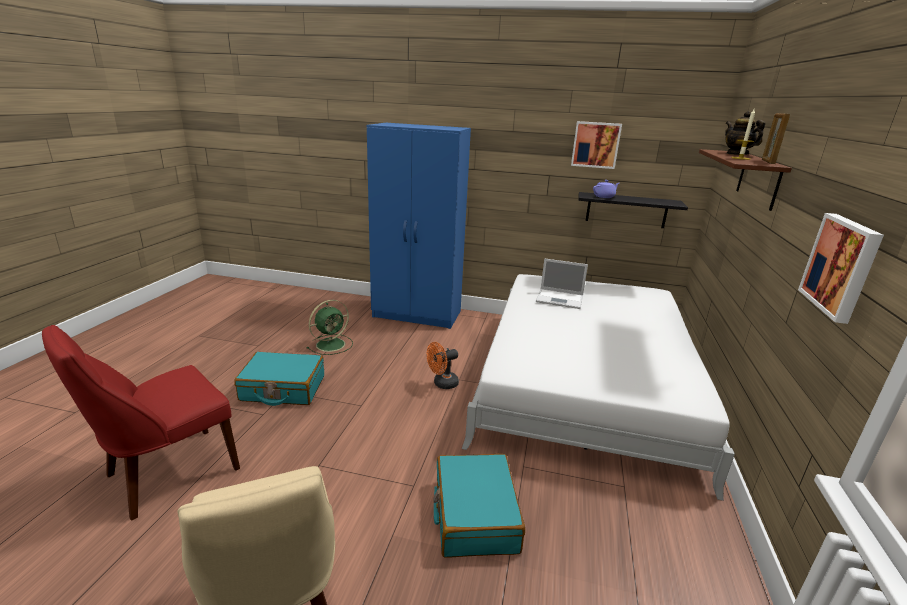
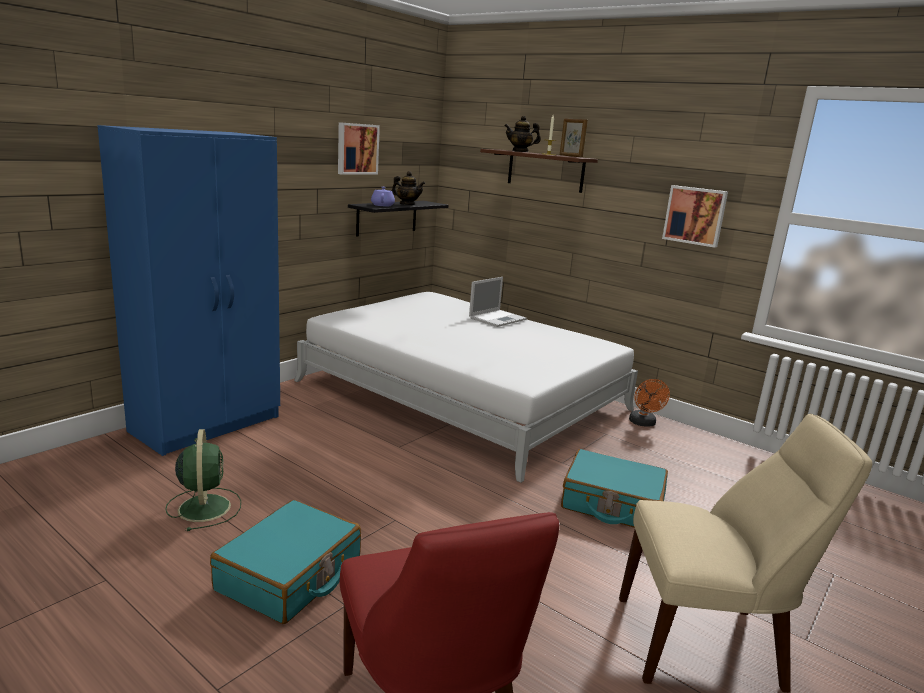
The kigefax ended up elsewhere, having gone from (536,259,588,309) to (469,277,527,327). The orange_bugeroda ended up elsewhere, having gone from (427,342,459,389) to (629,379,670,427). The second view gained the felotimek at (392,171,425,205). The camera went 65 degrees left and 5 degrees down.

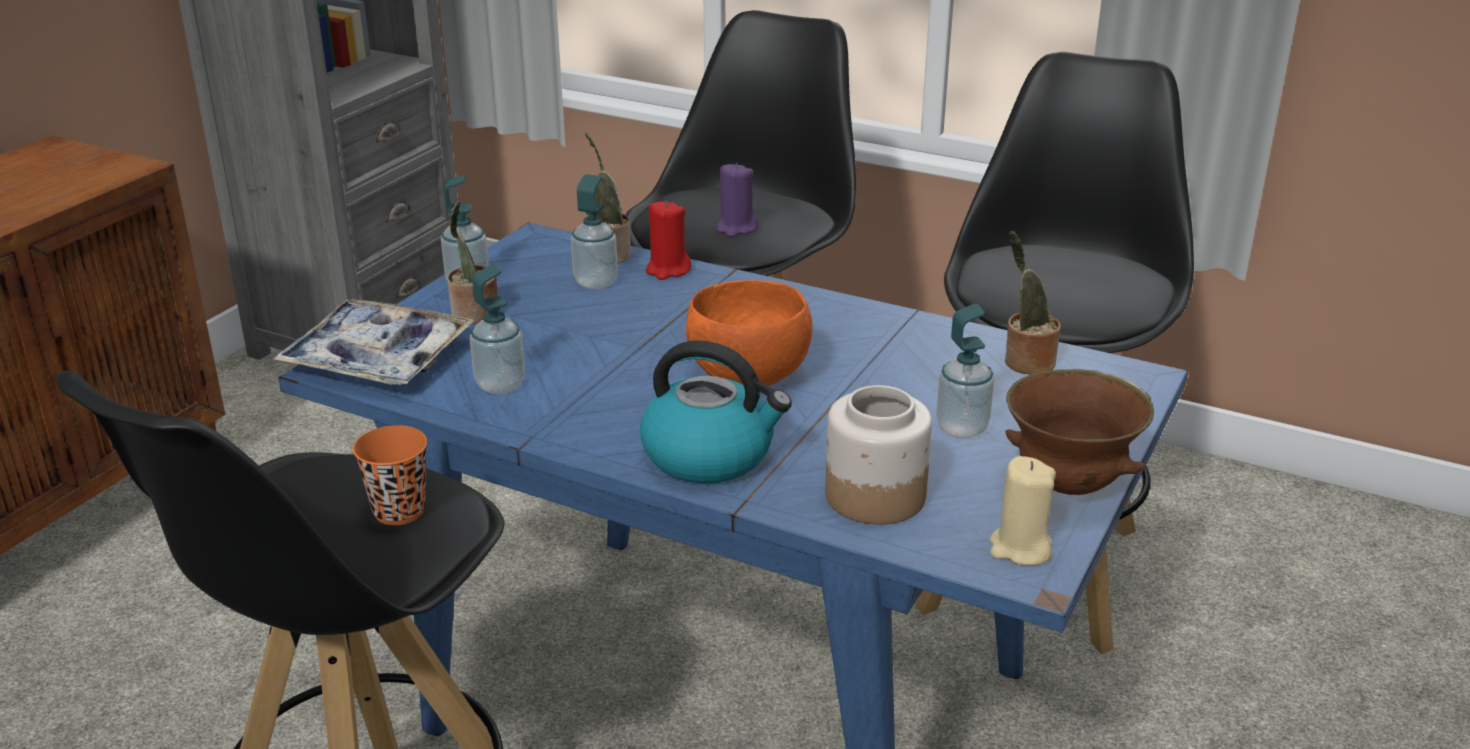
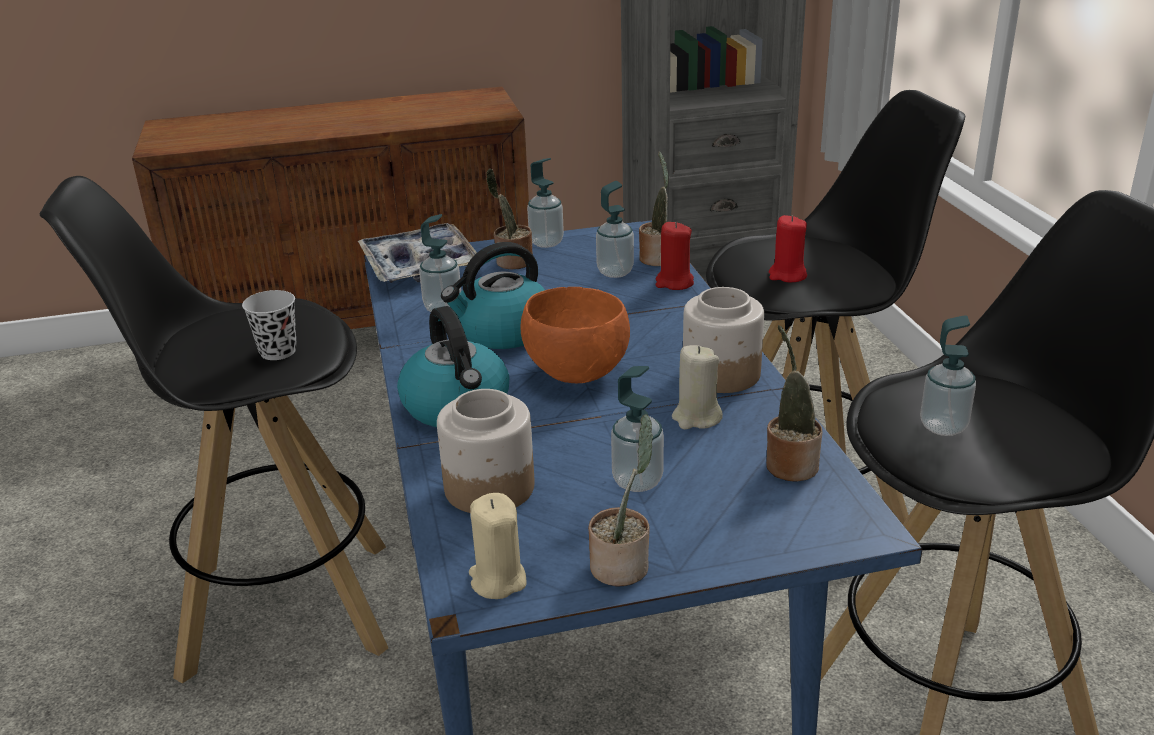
What was the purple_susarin at (716,162,758,237) turned into the red_susarin at (768,215,807,282). Where the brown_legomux stood at (1005,369,1154,495), the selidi came to stand at (588,414,653,586). What was the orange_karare at (353,425,427,525) turned into the black_karare at (242,290,297,360). The second view gained the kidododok at (441,242,545,349). The second view gained the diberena at (683,287,764,393). The second view gained the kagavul at (920,315,976,436). The second view gained the beige_susarin at (672,345,723,430). The camera went 50 degrees right and 0 degrees up.

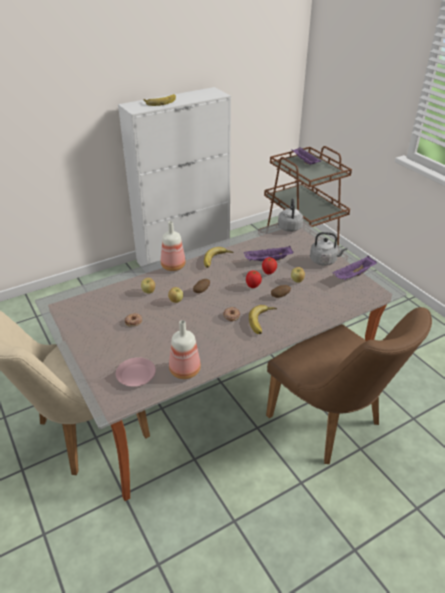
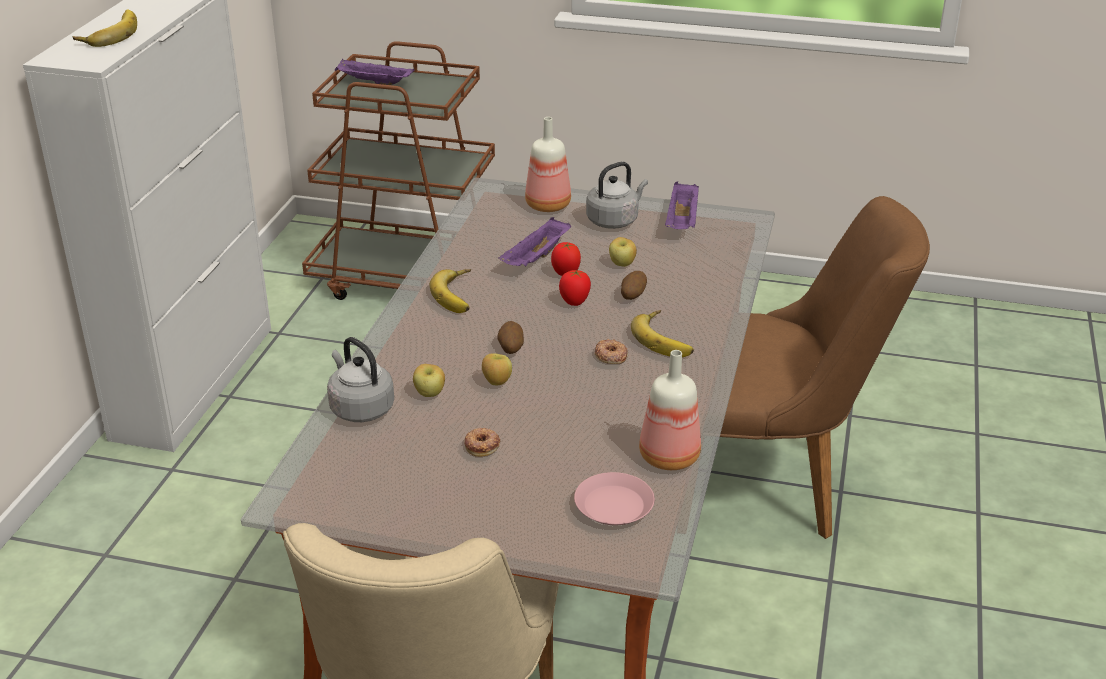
The grey_kidododok ended up elsewhere, having gone from (278,198,303,232) to (327,337,394,422). The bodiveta ended up elsewhere, having gone from (161,221,186,271) to (525,117,571,212). The camera went 45 degrees left and 5 degrees down.

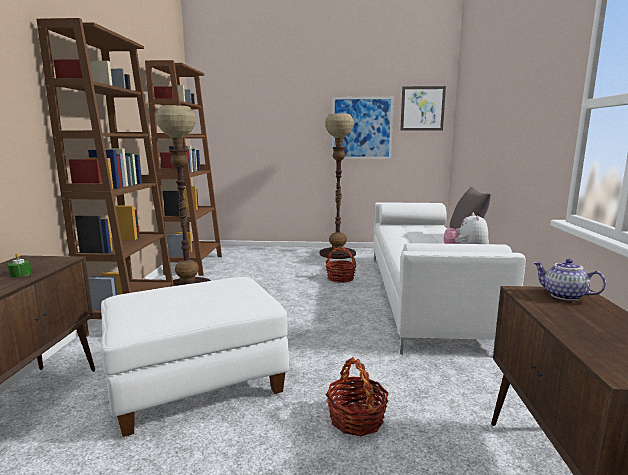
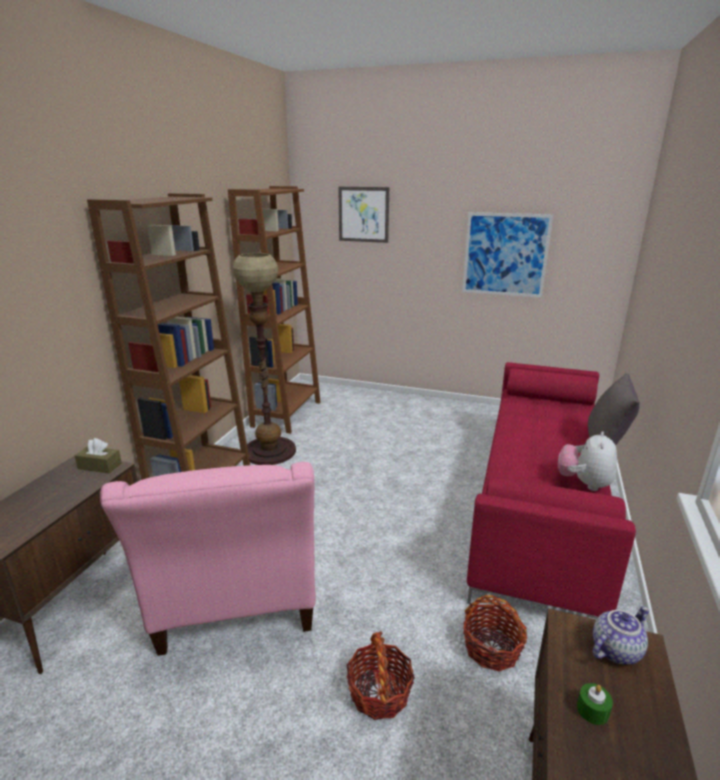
The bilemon ended up elsewhere, having gone from (400,86,446,130) to (338,187,389,243). The second view lost the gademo at (319,113,356,259). What was the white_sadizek at (373,202,526,354) turned into the red_sadizek at (467,362,636,619). The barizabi ended up elsewhere, having gone from (326,247,356,283) to (463,595,527,672). The green_susarin ended up elsewhere, having gone from (7,253,32,277) to (577,683,613,725). The felotimek at (533,259,606,301) ended up facing another way, 90 degrees clockwise from before. Where the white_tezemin stood at (101,277,289,437), the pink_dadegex came to stand at (100,462,316,656). The second view gained the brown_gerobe at (74,438,122,473). The camera went 15 degrees right and 10 degrees up.

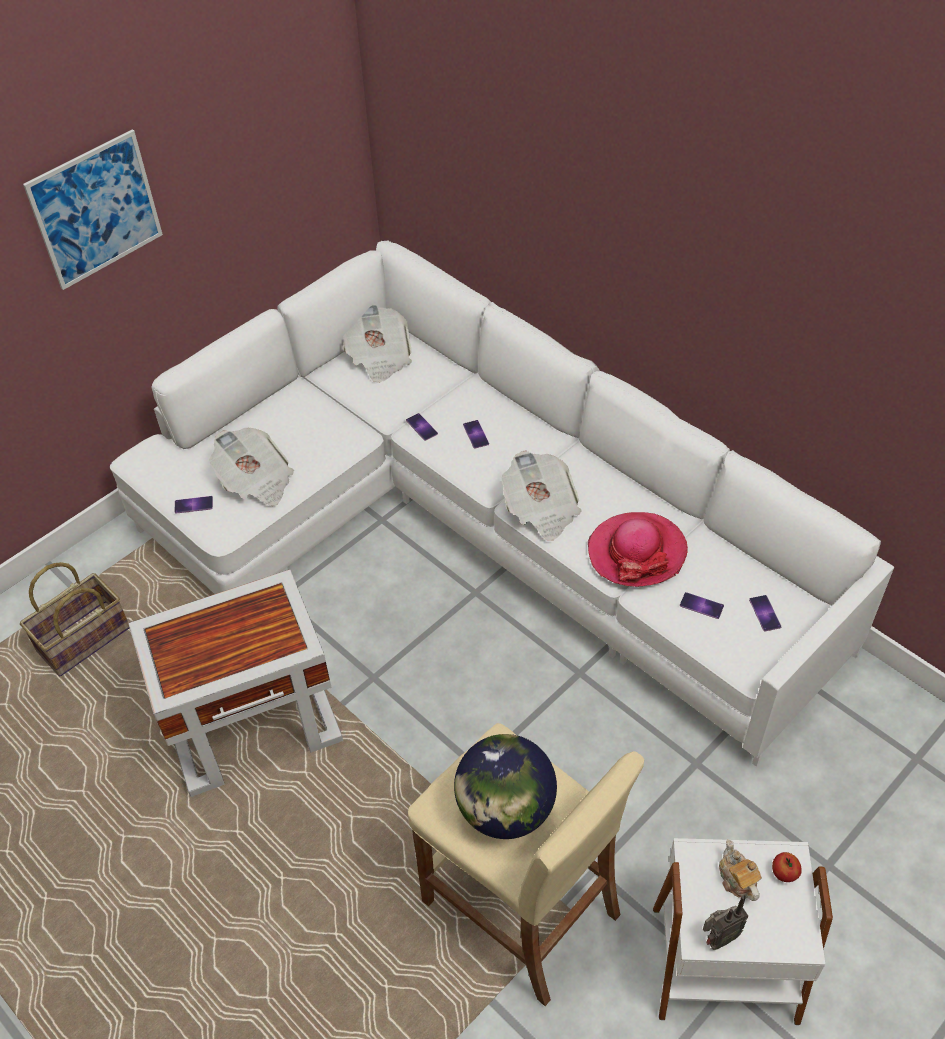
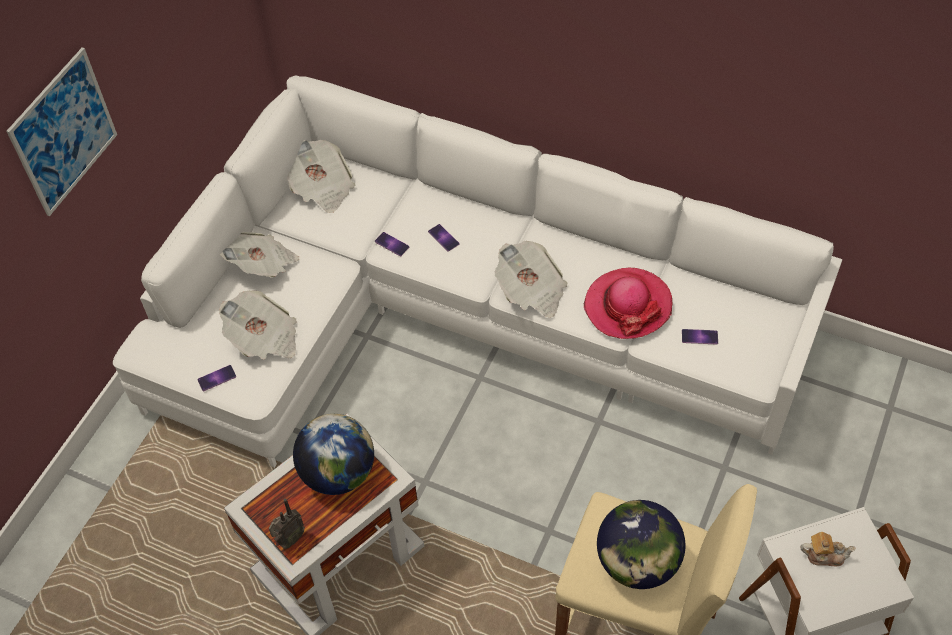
The second view lost the barizabi at (20,562,129,676). The second view lost the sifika at (749,595,781,631). The felotimek at (719,839,762,901) ended up facing another way, 135 degrees clockwise from before. The second view lost the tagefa at (772,852,801,882). The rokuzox ended up elsewhere, having gone from (703,895,748,950) to (269,498,305,549). The second view gained the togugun at (220,232,299,277). The second view gained the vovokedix at (293,414,374,495). The camera went 20 degrees left and 5 degrees up.

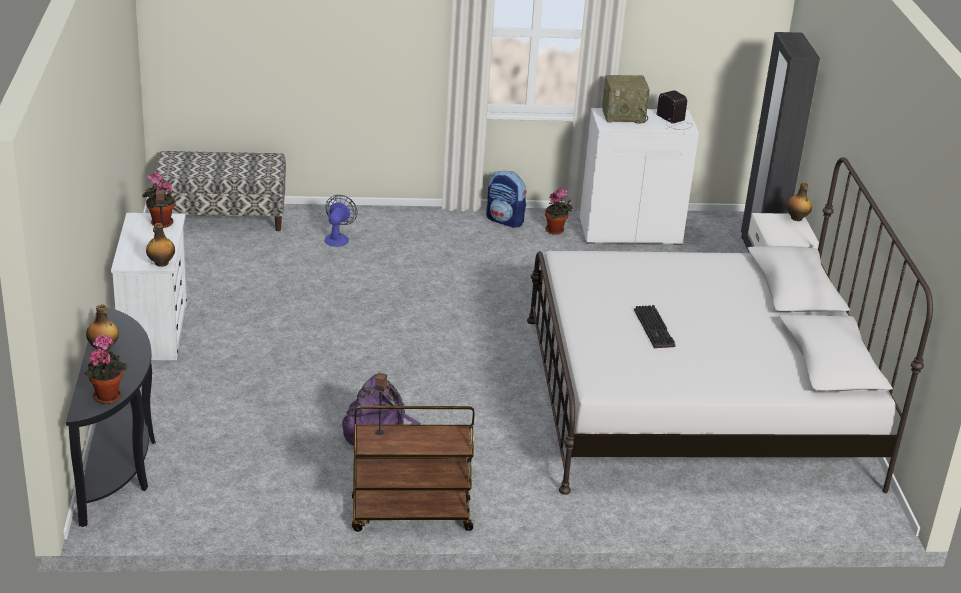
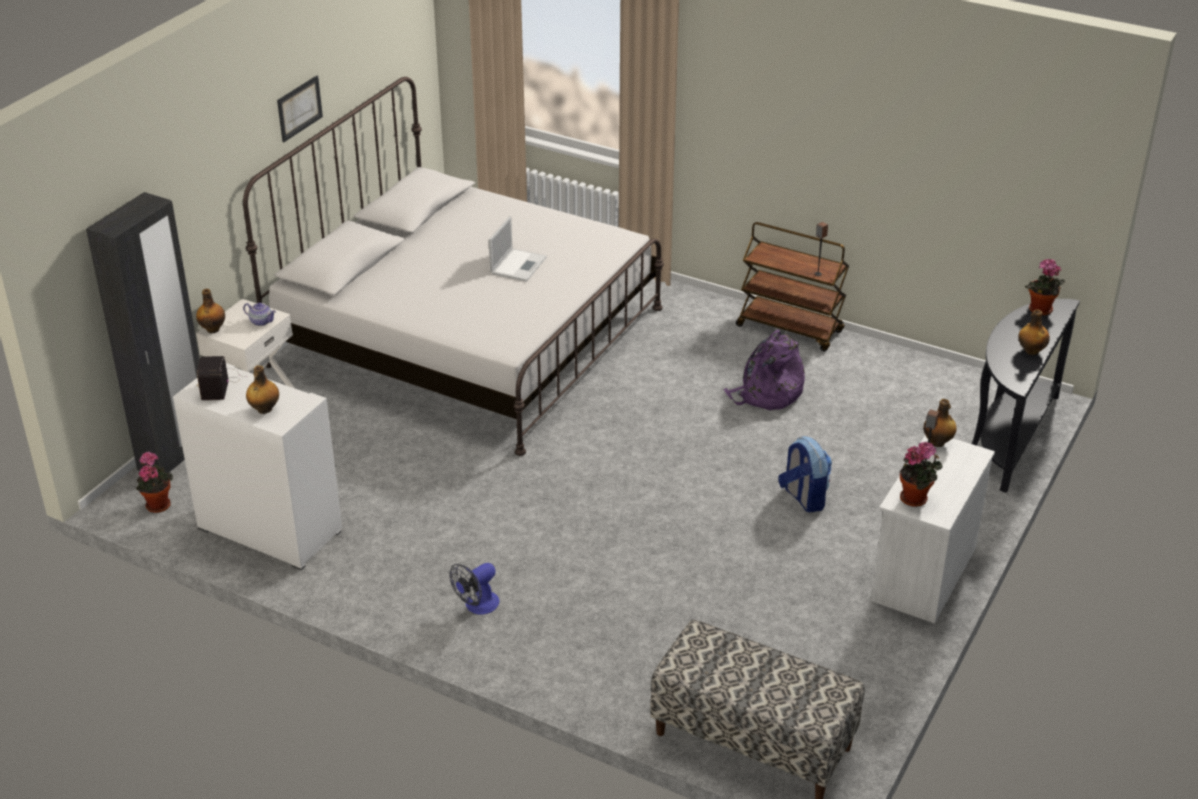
Where the rokuzox stood at (602,75,650,124), the bodiveta came to stand at (246,365,279,414). The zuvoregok ended up elsewhere, having gone from (486,171,527,228) to (778,436,832,513). The selidi ended up elsewhere, having gone from (545,188,573,235) to (136,451,173,513). The bugeroda ended up elsewhere, having gone from (324,195,358,247) to (449,563,500,614). Where the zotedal stood at (634,305,675,348), the kigefax came to stand at (489,216,547,282). The second view gained the bilemon at (277,75,323,142). The second view gained the felotimek at (243,303,276,326). The camera went 145 degrees left and 5 degrees up.

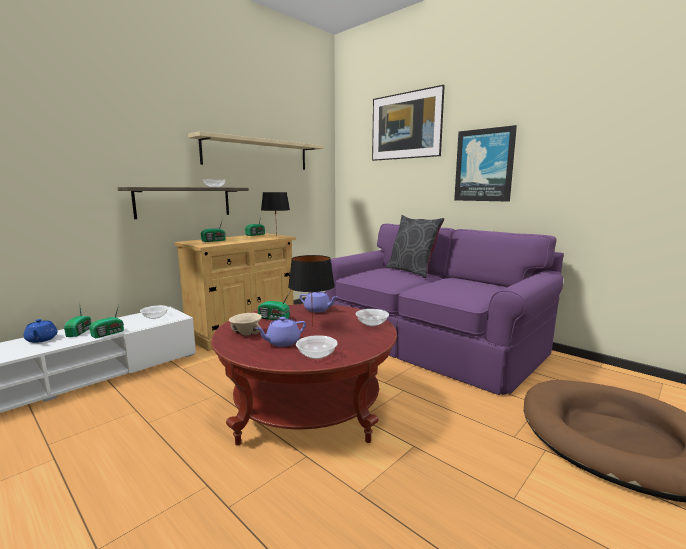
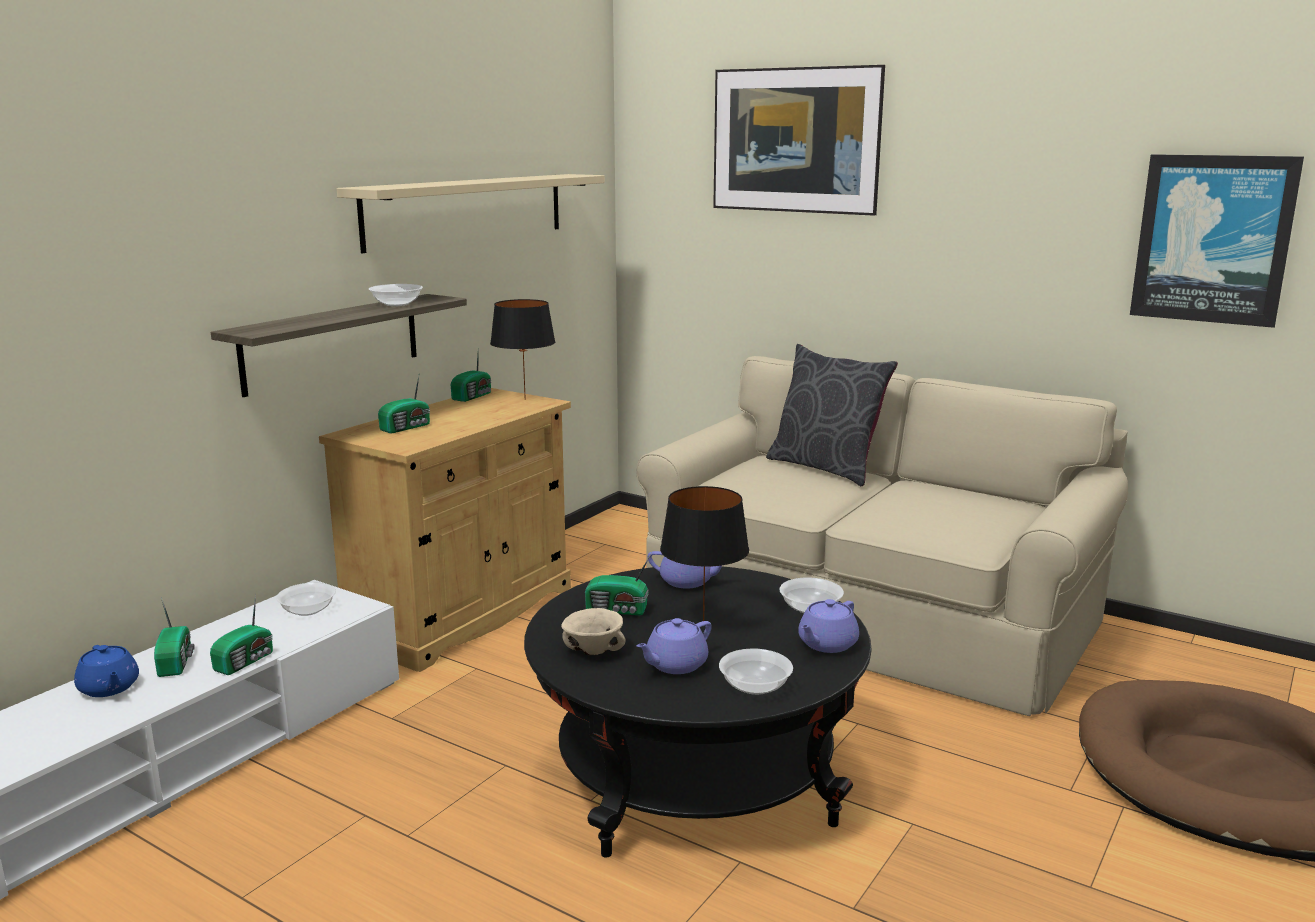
The bilemon ended up elsewhere, having gone from (454,125,517,202) to (1130,154,1304,328). What was the purple_sadizek at (326,224,564,395) turned into the beige_sadizek at (637,356,1128,716). What was the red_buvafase at (211,304,397,446) turned into the black_buvafase at (524,567,872,857). The second view gained the purple_felotimek at (798,599,859,653). The camera went 10 degrees left and 5 degrees up.

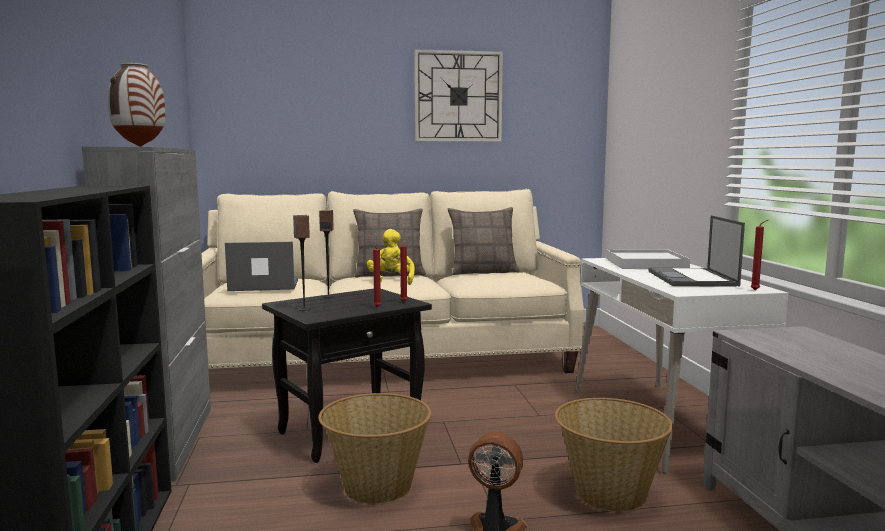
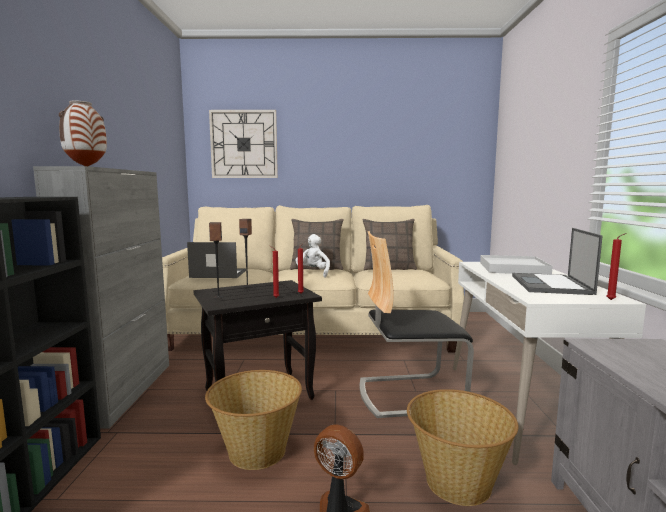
The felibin ended up elsewhere, having gone from (415,49,503,142) to (209,110,278,178). What was the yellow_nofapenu at (367,229,415,285) turned into the white_nofapenu at (296,234,330,277). The second view gained the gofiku at (360,231,474,418). The camera went 10 degrees right and 0 degrees up.

